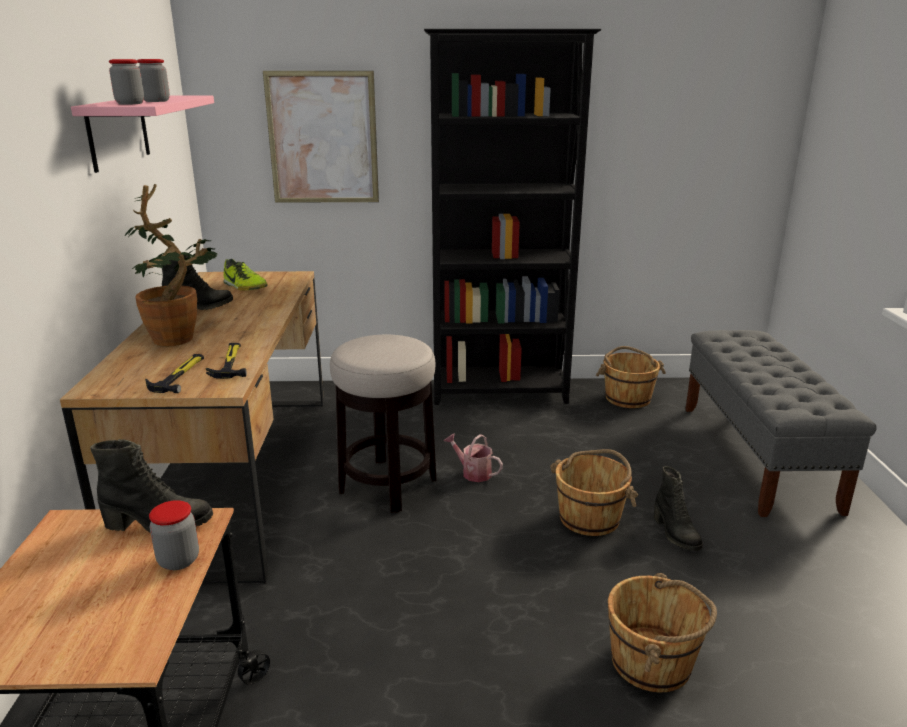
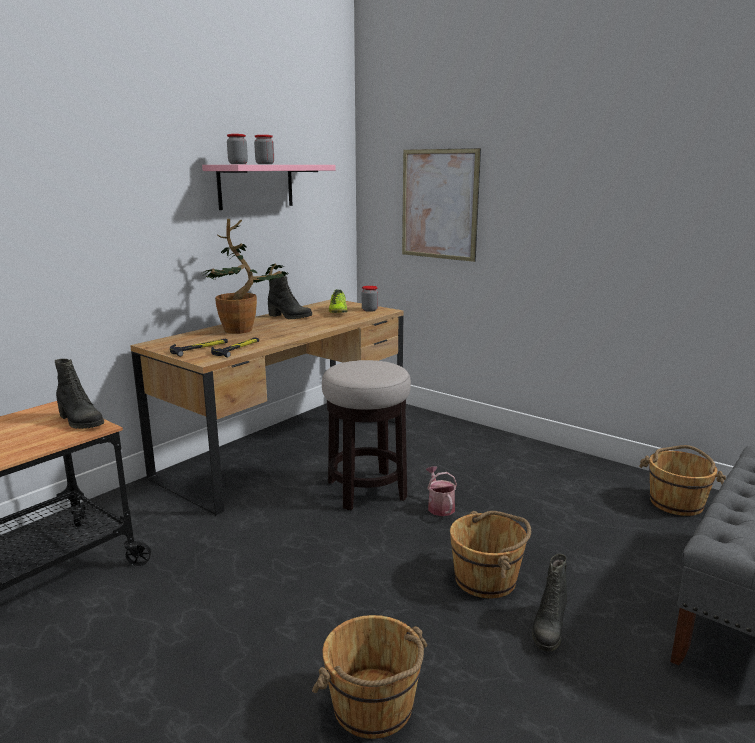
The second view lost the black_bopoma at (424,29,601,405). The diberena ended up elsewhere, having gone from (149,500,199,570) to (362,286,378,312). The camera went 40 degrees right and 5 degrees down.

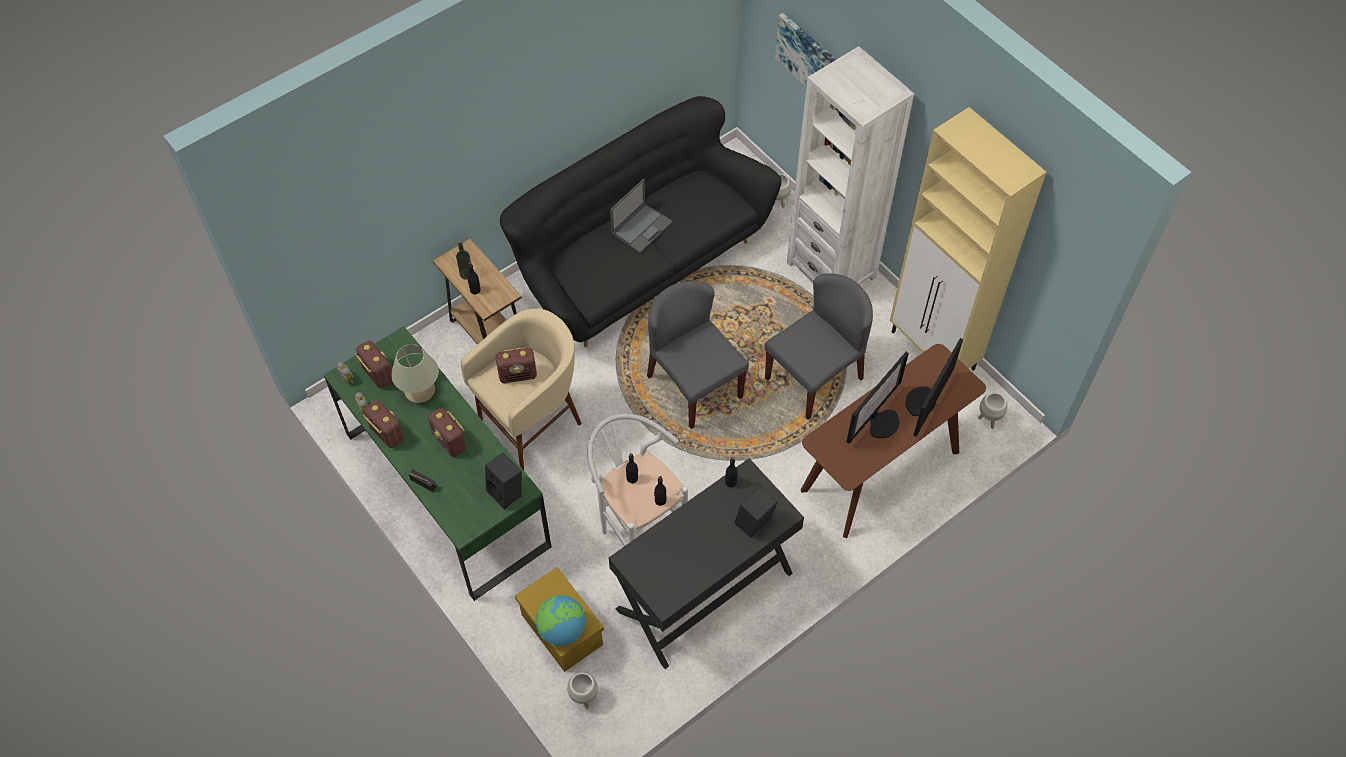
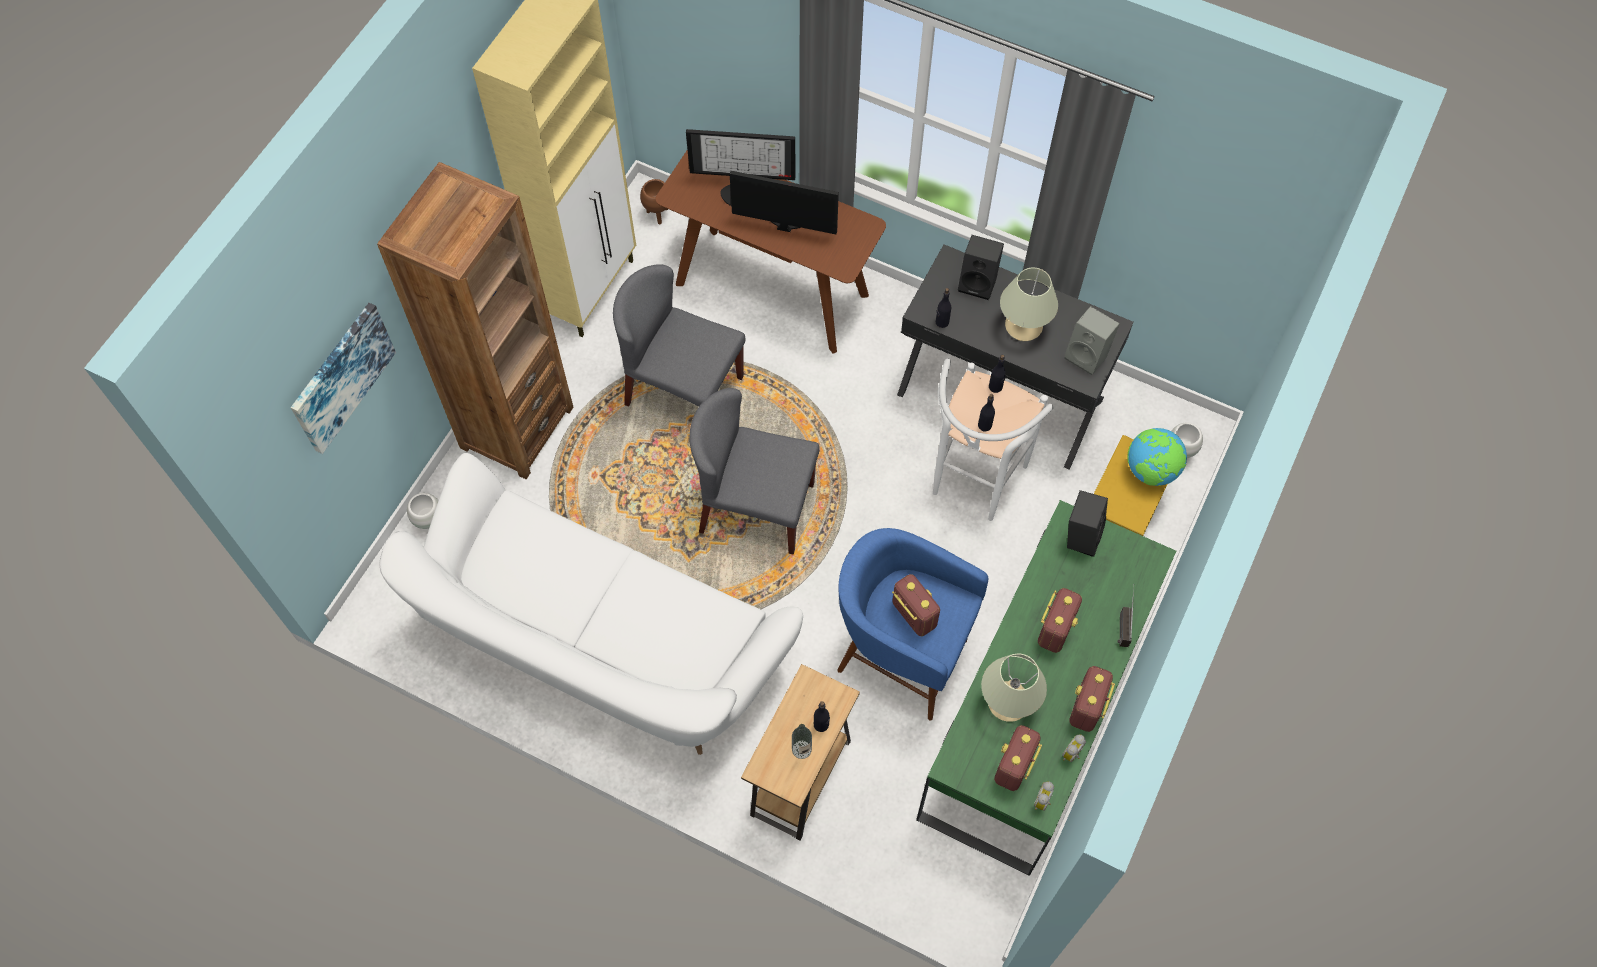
What was the white_bopoma at (787,46,914,285) turned into the brown_bopoma at (377,162,573,479). What was the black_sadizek at (500,96,782,347) turned into the white_sadizek at (379,453,803,755). The second view lost the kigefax at (610,179,673,253). The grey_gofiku at (647,281,749,429) ended up facing another way, 75 degrees clockwise from before. What was the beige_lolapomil at (460,308,581,470) turned into the blue_lolapomil at (837,528,988,721). What was the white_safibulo at (978,392,1008,429) turned into the brown_safibulo at (640,179,668,224). The second view gained the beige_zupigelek at (1000,268,1058,341). The second view gained the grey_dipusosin at (1064,306,1120,375). The camera went 115 degrees left and 5 degrees up.

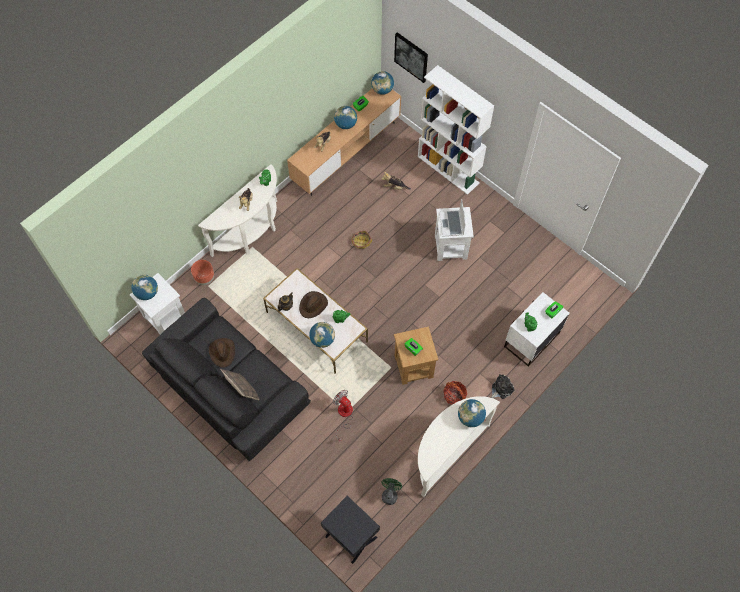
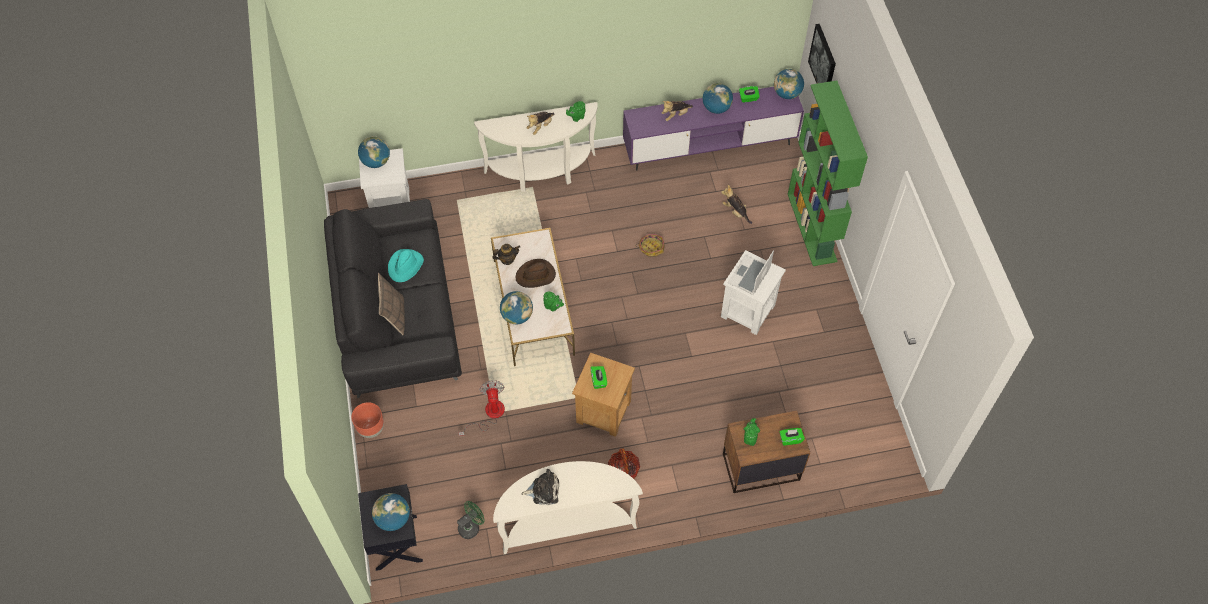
What was the white_bopoma at (418,65,494,195) turned into the green_bopoma at (788,80,868,266). What was the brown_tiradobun at (287,88,401,196) turned into the purple_tiradobun at (623,87,804,170). The brown_safibulo ended up elsewhere, having gone from (191,260,214,285) to (351,402,384,438). What was the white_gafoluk at (504,292,569,367) turned into the brown_gafoluk at (723,411,810,493). What was the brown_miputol at (209,338,235,368) turned into the turquoise_miputol at (388,249,424,282). The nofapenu ended up elsewhere, having gone from (491,374,515,399) to (521,469,559,505). The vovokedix ended up elsewhere, having gone from (458,399,486,427) to (372,493,410,531). The camera went 35 degrees right and 5 degrees down.

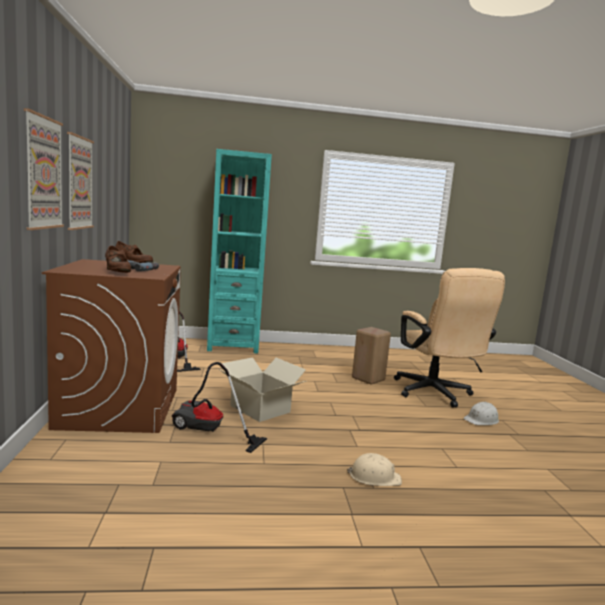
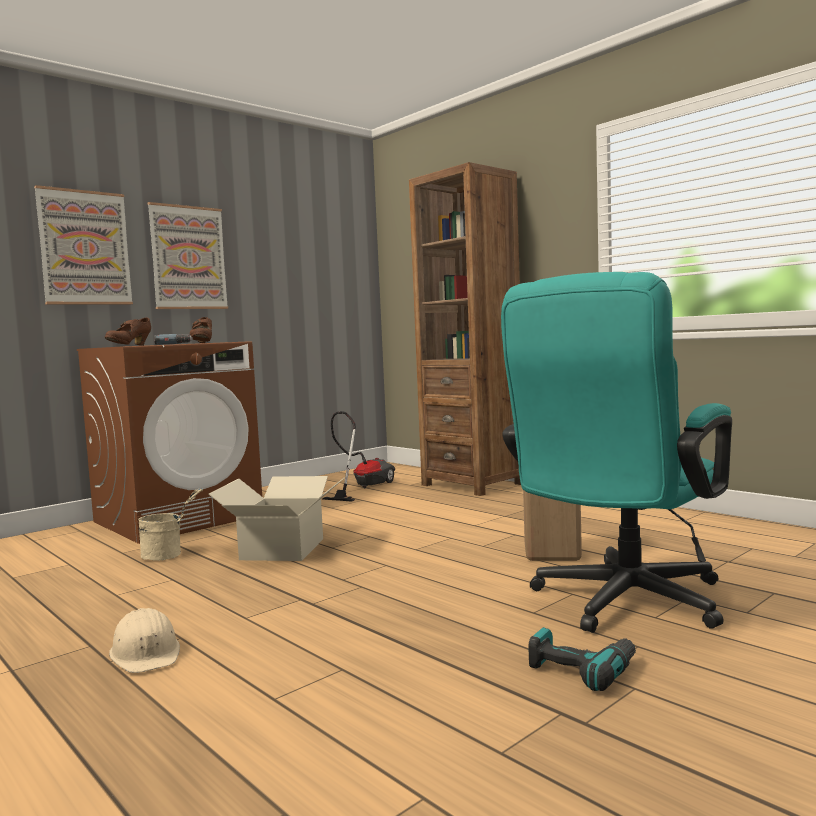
What was the turquoise_bopoma at (207,149,272,353) turned into the brown_bopoma at (409,162,521,496). What was the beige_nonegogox at (394,268,505,407) turned into the turquoise_nonegogox at (501,272,732,633). Where the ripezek stood at (172,362,267,453), the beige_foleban came to stand at (138,488,203,561). Where the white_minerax stood at (464,402,499,425), the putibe came to stand at (529,627,636,691). The camera went 55 degrees right and 5 degrees down.

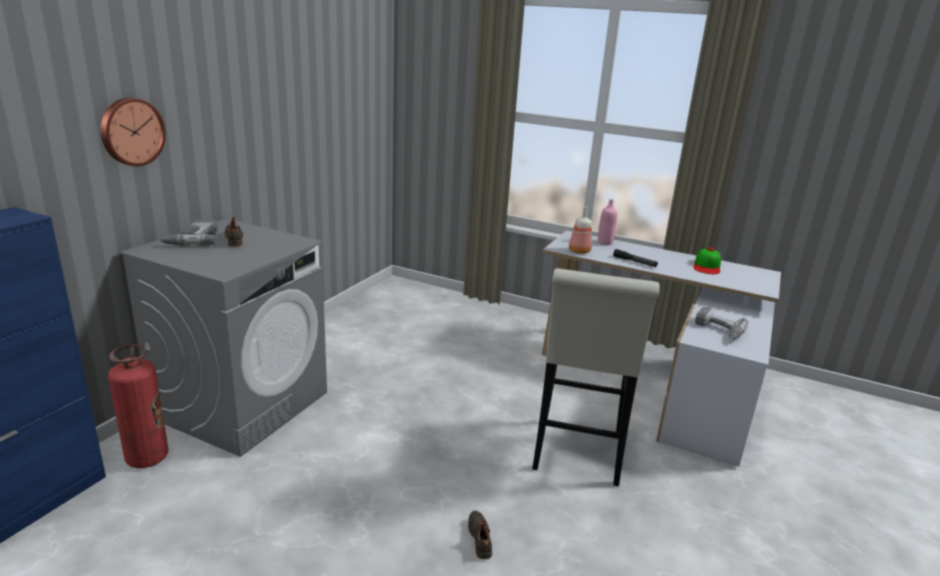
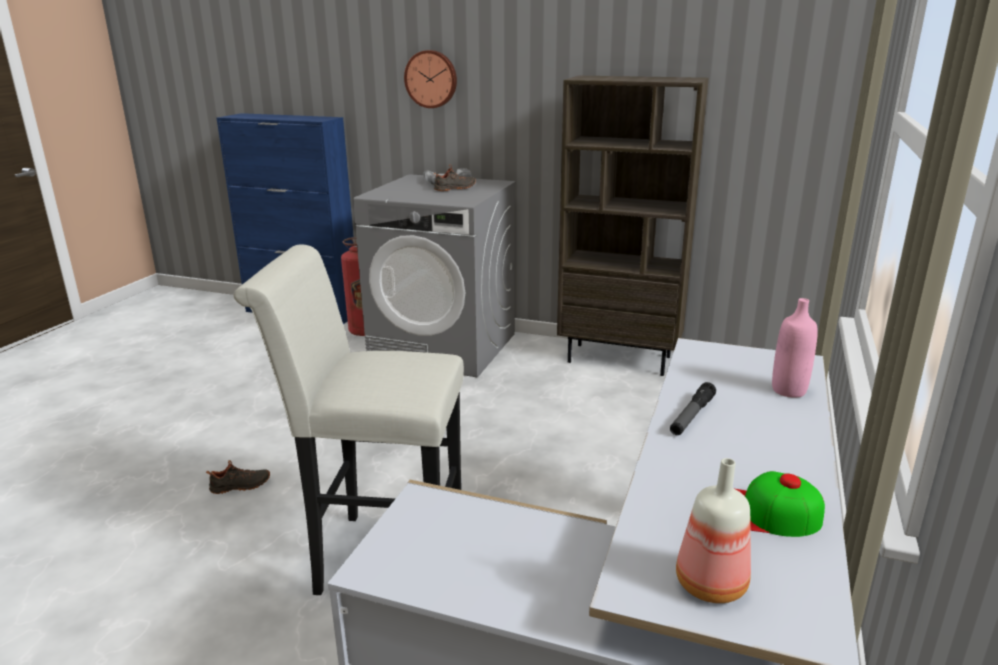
The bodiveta ended up elsewhere, having gone from (569,207,592,254) to (676,458,751,603). The second view lost the putibe at (695,307,748,340). The second view gained the brown_bopoma at (557,76,709,376). The camera went 85 degrees right and 0 degrees up.

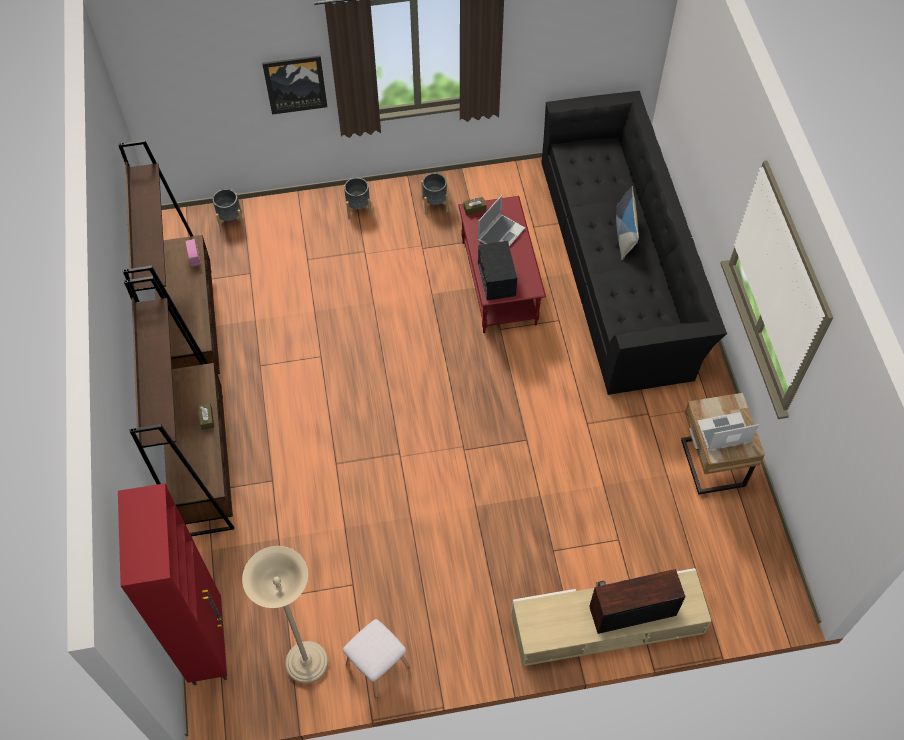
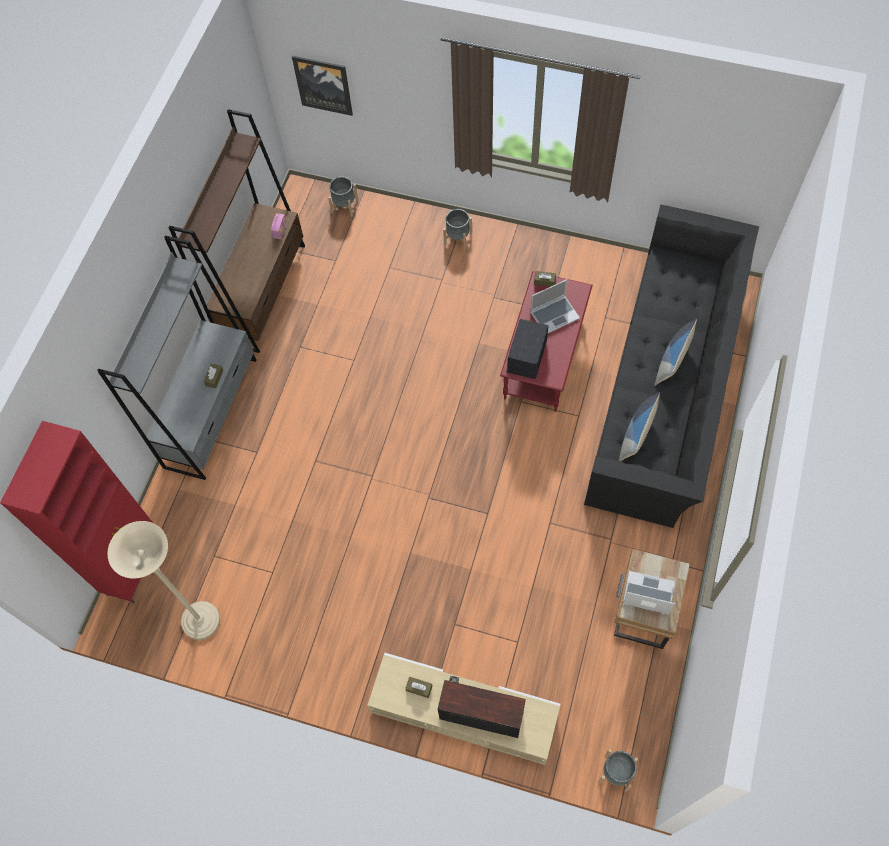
The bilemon ended up elsewhere, having gone from (262,55,327,115) to (292,56,353,116). The grey_safibulo ended up elsewhere, having gone from (421,173,448,215) to (599,749,638,792). What was the brown_bopoma at (124,276,234,536) turned into the grey_bopoma at (97,236,257,480). The second view lost the white_lolapomil at (343,619,410,698). The second view gained the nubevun at (619,392,660,461). The second view gained the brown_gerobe at (405,677,432,698). The camera went 30 degrees right and 5 degrees up.

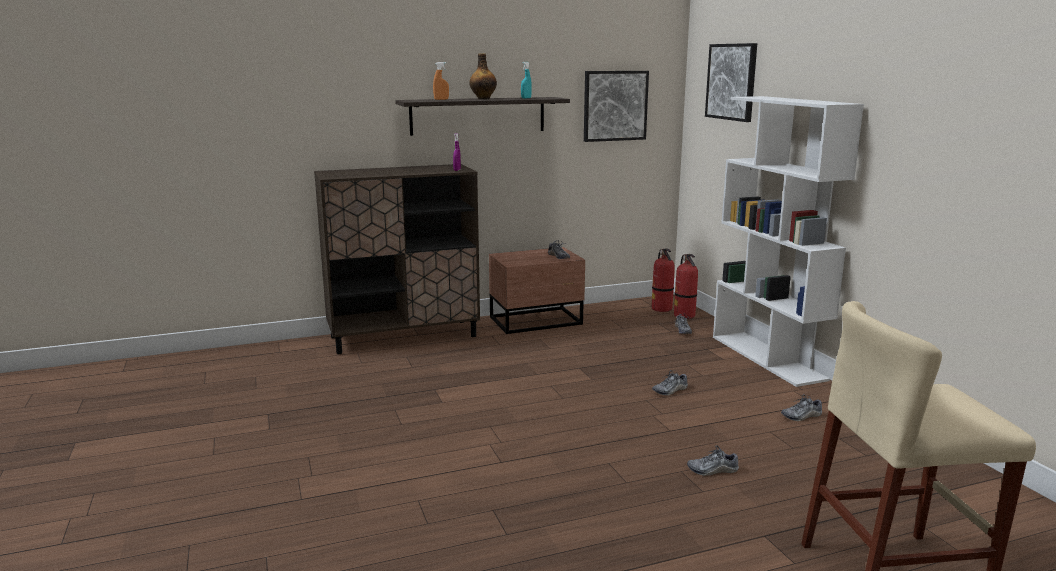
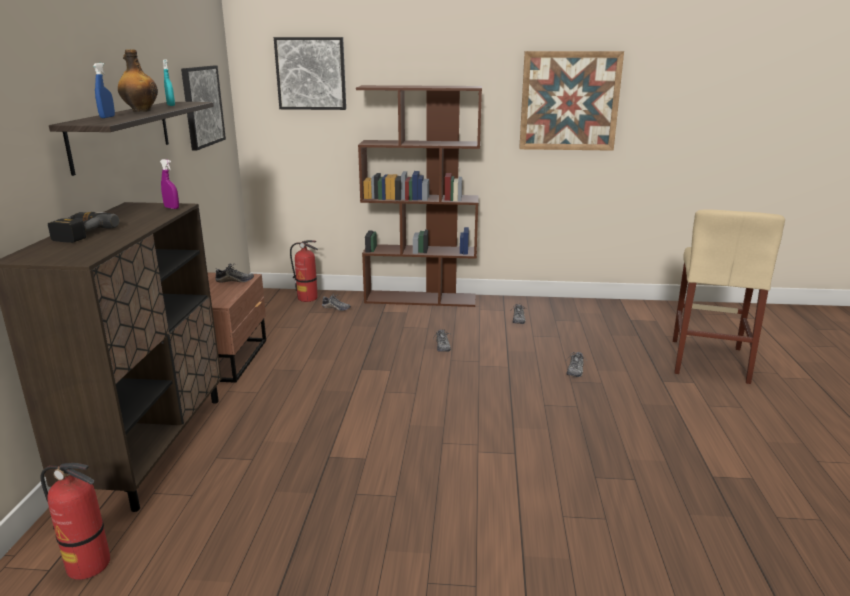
What was the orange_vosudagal at (433,62,449,100) turned into the blue_vosudagal at (93,63,115,118). What was the white_bopoma at (713,96,864,387) turned into the brown_bopoma at (356,85,482,307). The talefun ended up elsewhere, having gone from (652,249,675,312) to (41,463,110,580). The second view gained the bilemon at (519,51,624,151). The second view gained the putibe at (48,212,119,243). The camera went 65 degrees left and 5 degrees up.

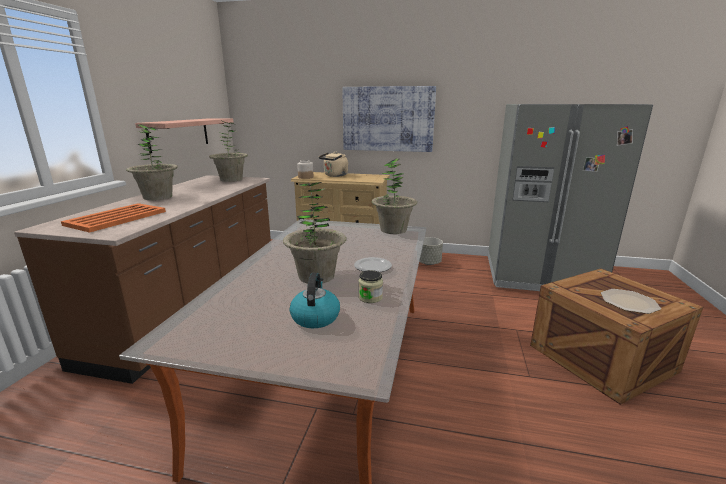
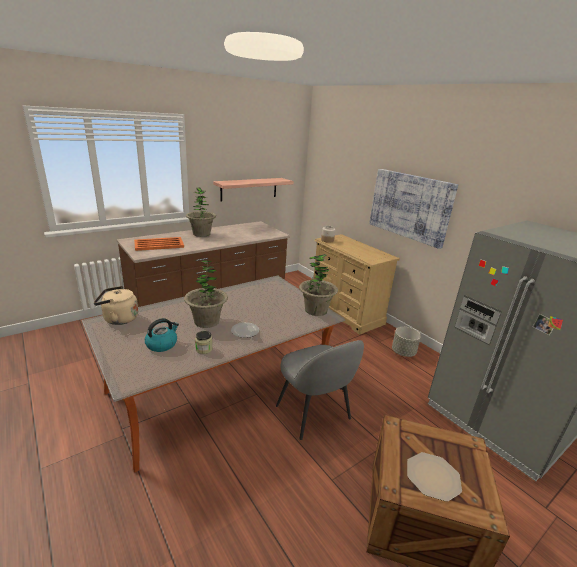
The second view lost the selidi at (209,120,248,182). The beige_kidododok ended up elsewhere, having gone from (319,152,348,177) to (94,286,138,325). The second view gained the grey_gofiku at (276,340,364,440). The camera went 40 degrees right and 5 degrees up.

